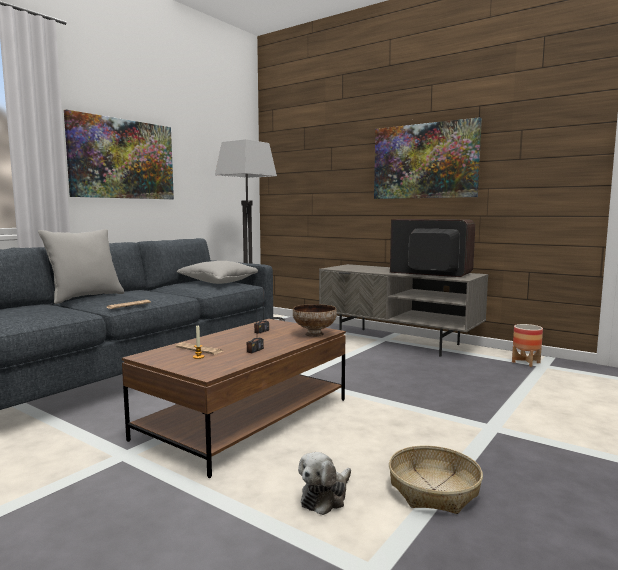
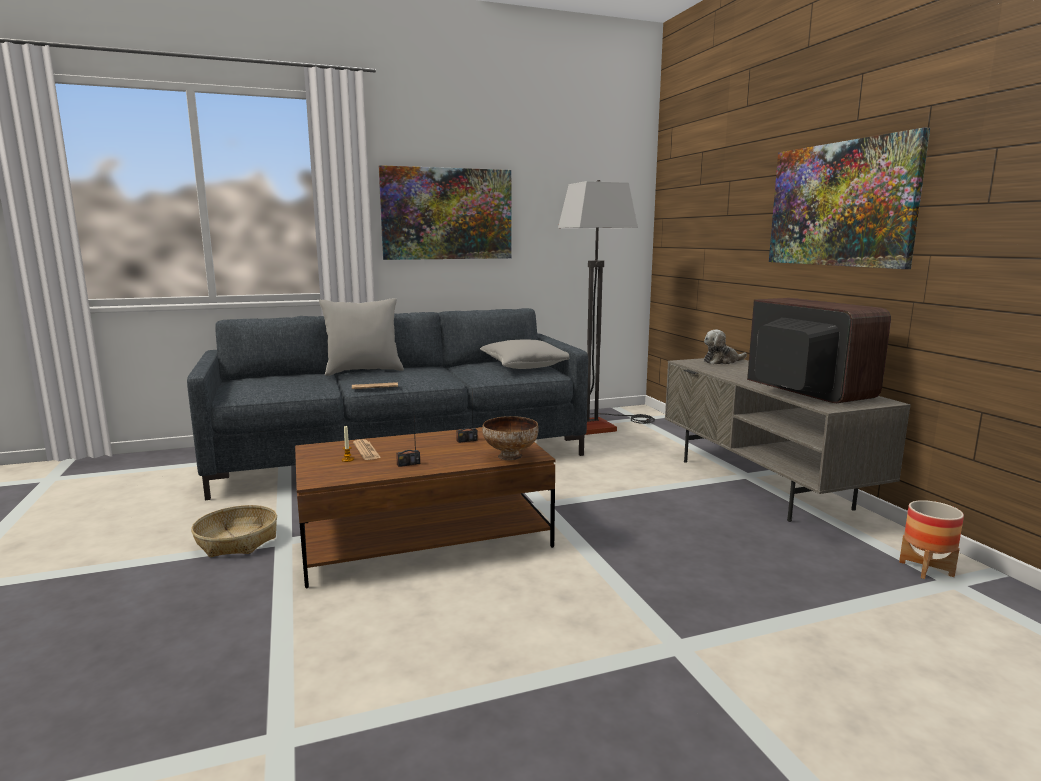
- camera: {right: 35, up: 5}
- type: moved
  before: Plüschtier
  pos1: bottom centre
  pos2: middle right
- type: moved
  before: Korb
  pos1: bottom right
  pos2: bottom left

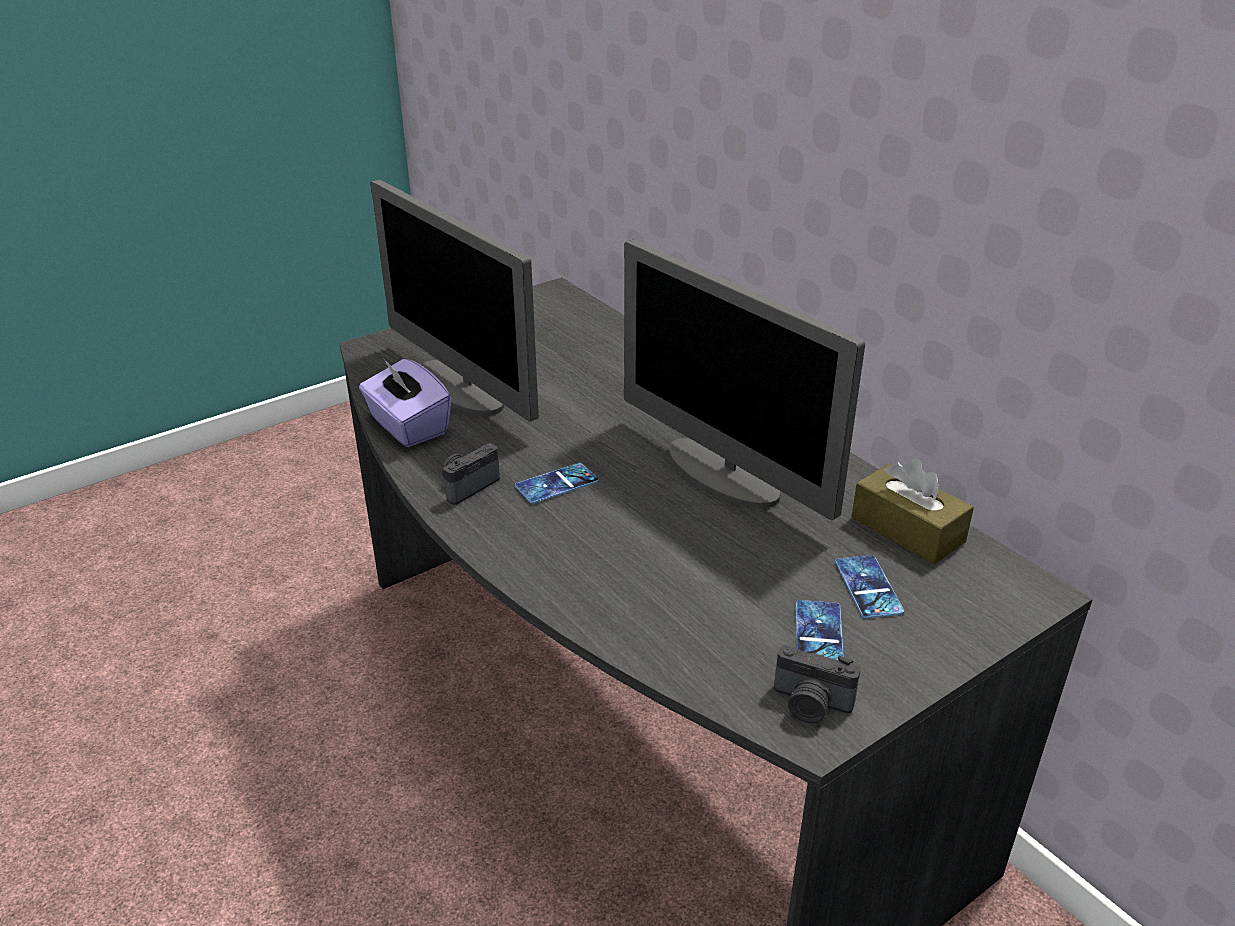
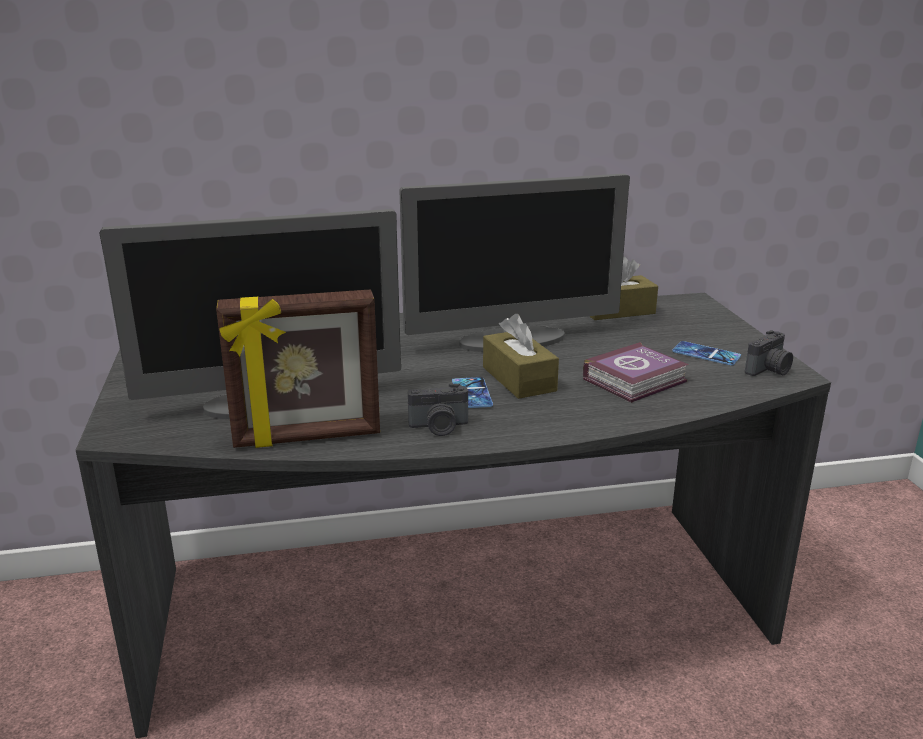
- camera: {right: -65, up: -10}
- type: removed
  before: Handy (3rd from left)
  pos1: middle right
- type: added
  after: Taschentuchbox/braun (1st from left)
  pos2: centre
- type: added
  after: Buch
  pos2: middle right
- type: replaced
  before: Taschentuchbox/lila
  after: Bilderrahmen
  pos1: middle left
  pos2: middle left
- type: turned
  before: Kamera (1st from left)
  pos1: centre
  pos2: centre
  turn: -75

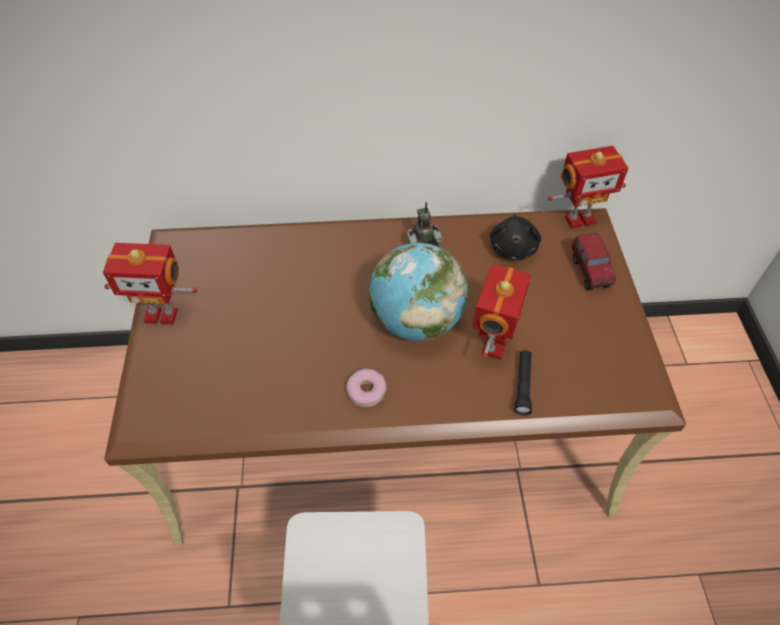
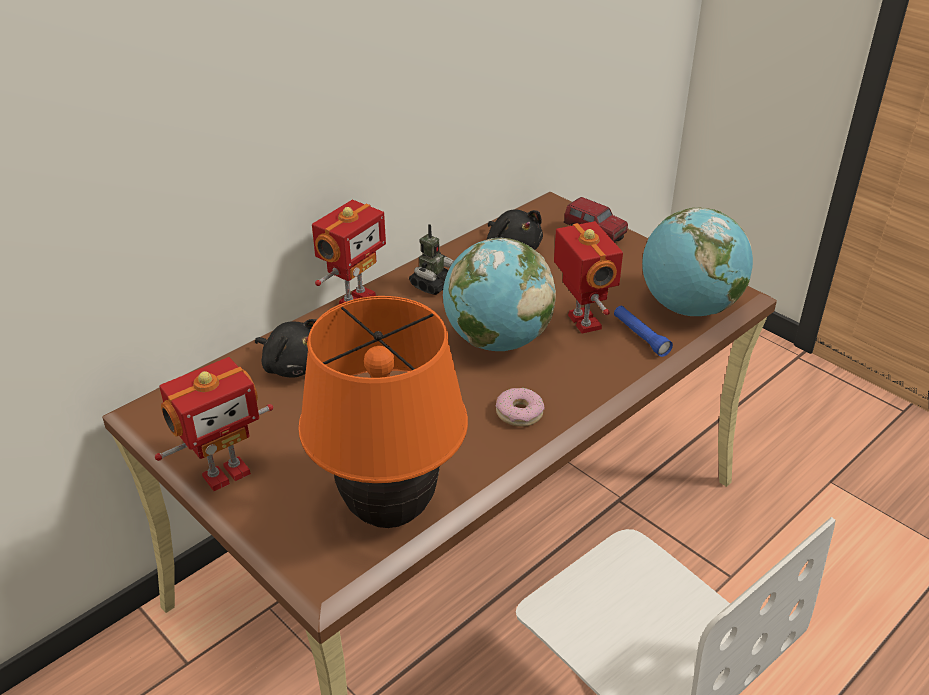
- camera: {right: -40, up: -15}
- type: added
  after: Plüschtier/schwarz (1st from left)
  pos2: middle left
- type: added
  after: Tischlampe/orange
  pos2: centre
- type: added
  after: Globus (2nd from left)
  pos2: middle right
- type: moved
  before: Spielzeugroboter (4th from left in the first image)
  after: Spielzeugroboter (2nd from left)
  pos1: top right
  pos2: centre
- type: recoloured
  before: Taschenlampe/schwarz
  after: Taschenlampe/blau
  pos1: middle right
  pos2: middle right

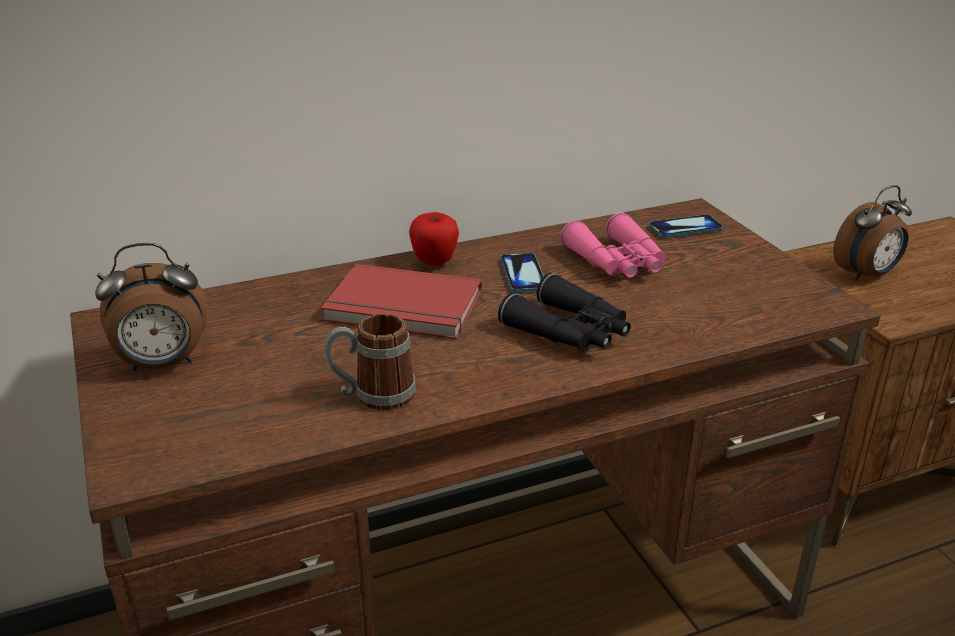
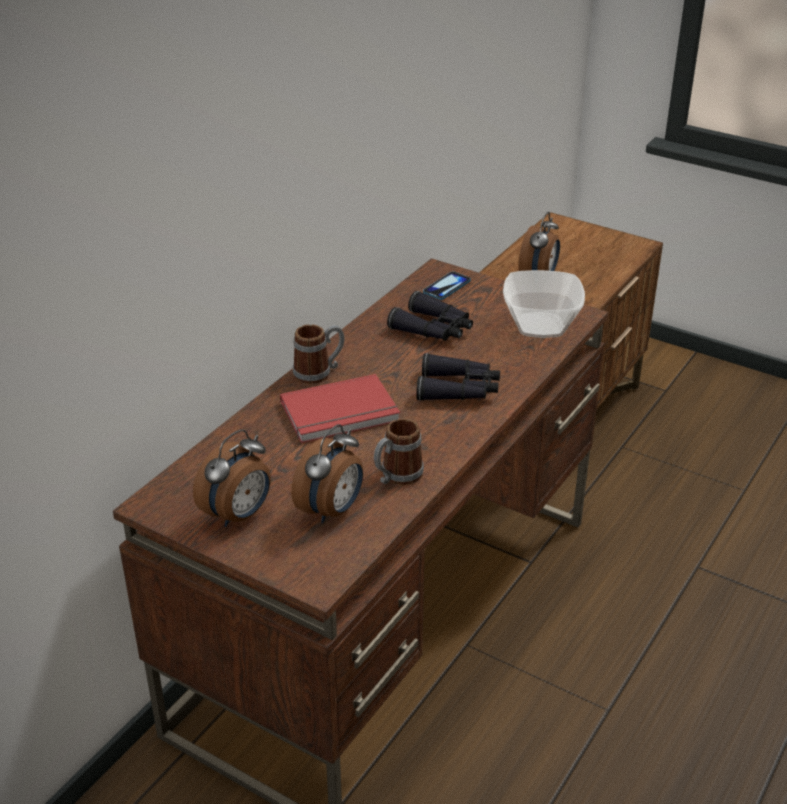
- camera: {right: -35, up: 5}
- type: removed
  before: Handy (1st from left)
  pos1: centre
- type: added
  after: Wecker (2nd from left)
  pos2: centre
- type: added
  after: Schüssel
  pos2: middle right
- type: replaced
  before: Apfel
  after: Henkelbecher (1st from left)
  pos1: centre
  pos2: centre
- type: recoloured
  before: Fernglas/rosa
  after: Fernglas/schwarz (1st from left)
  pos1: centre
  pos2: centre

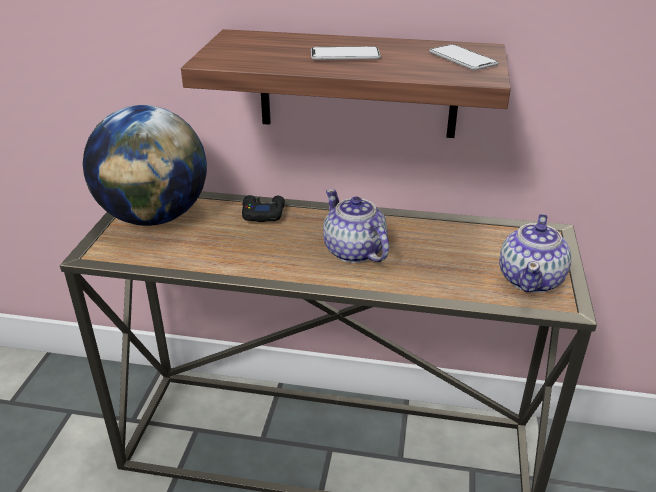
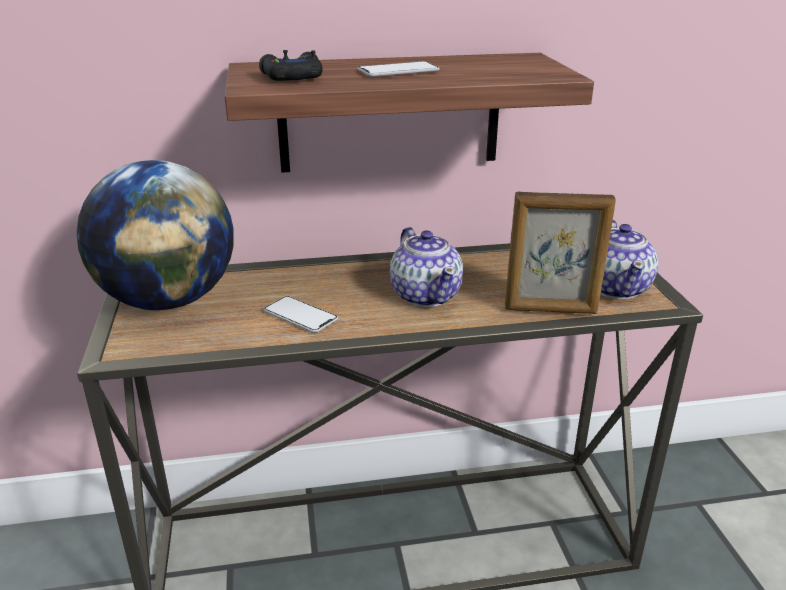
- camera: {right: -20, up: -5}
- type: added
  after: Bilderrahmen
  pos2: middle right
- type: moved
  before: Gamepad/schwarz
  pos1: centre
  pos2: top centre
- type: moved
  before: Handy (2nd from left in the first image)
  after: Handy (1st from left)
  pos1: top right
  pos2: centre
- type: turned
  before: Teekanne (1st from left)
  pos1: centre
  pos2: centre
  turn: -150

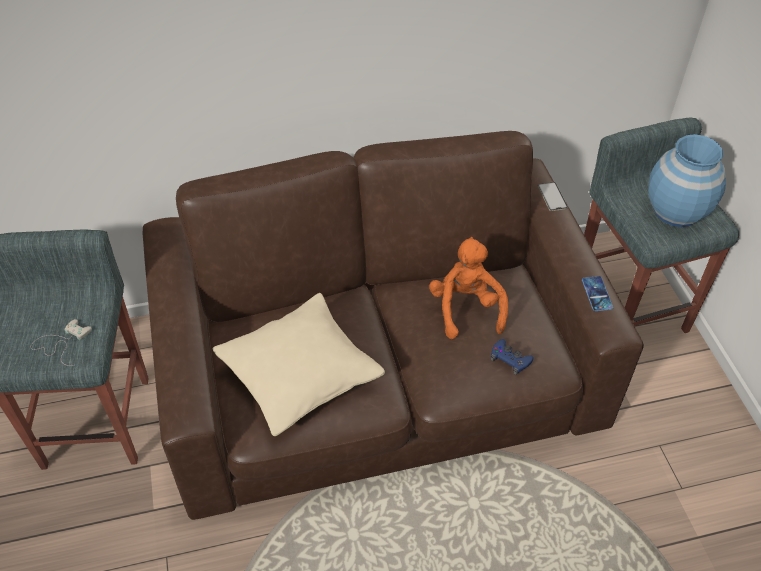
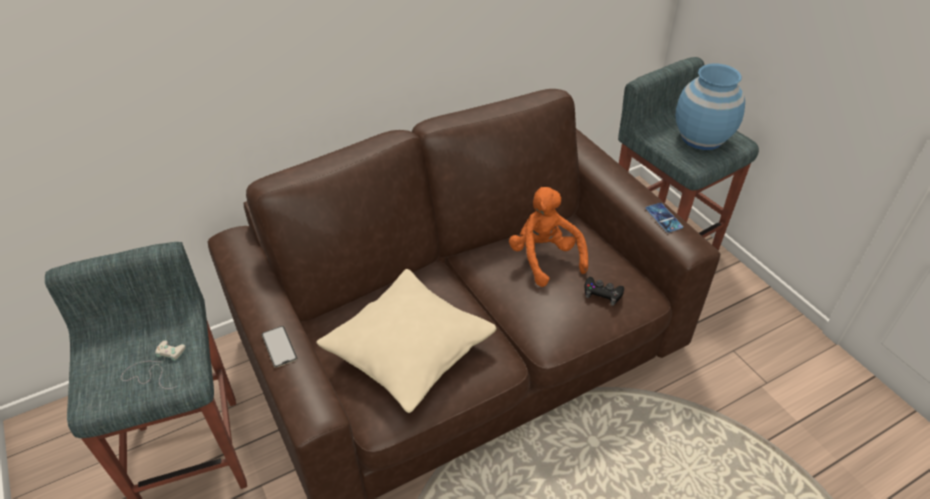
- camera: {right: -15, up: -5}
- type: moved
  before: Handy (1st from left)
  pos1: middle right
  pos2: bottom left
- type: recoloured
  before: Gamepad/blau
  after: Gamepad/schwarz
  pos1: middle right
  pos2: centre

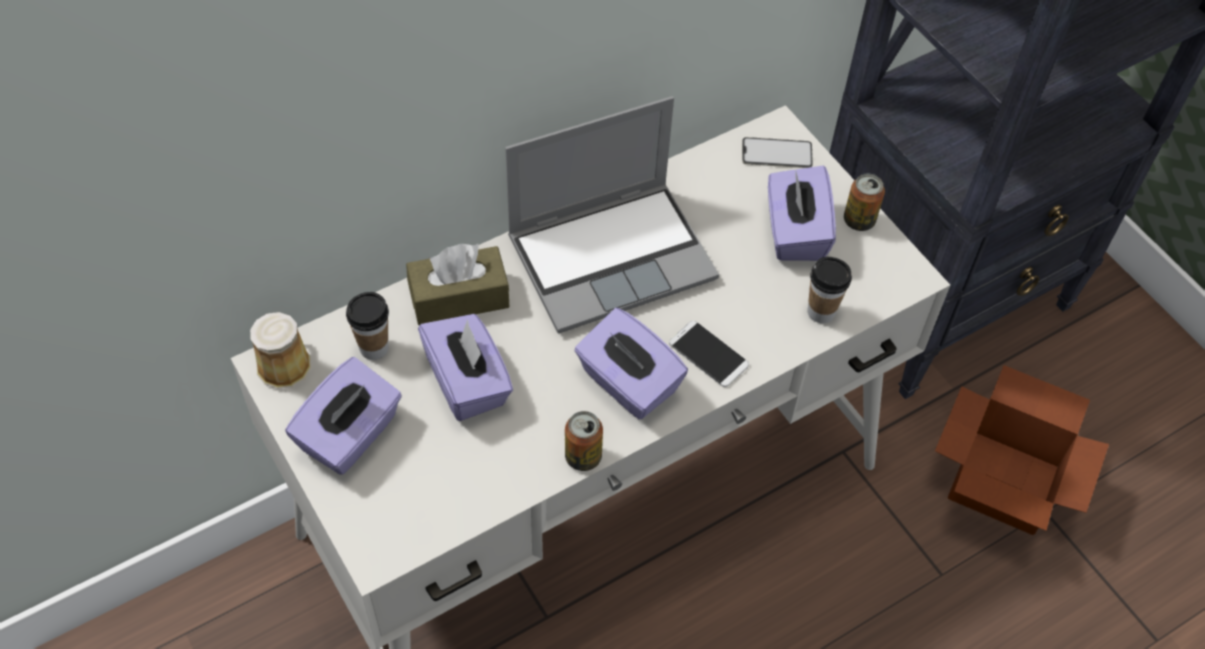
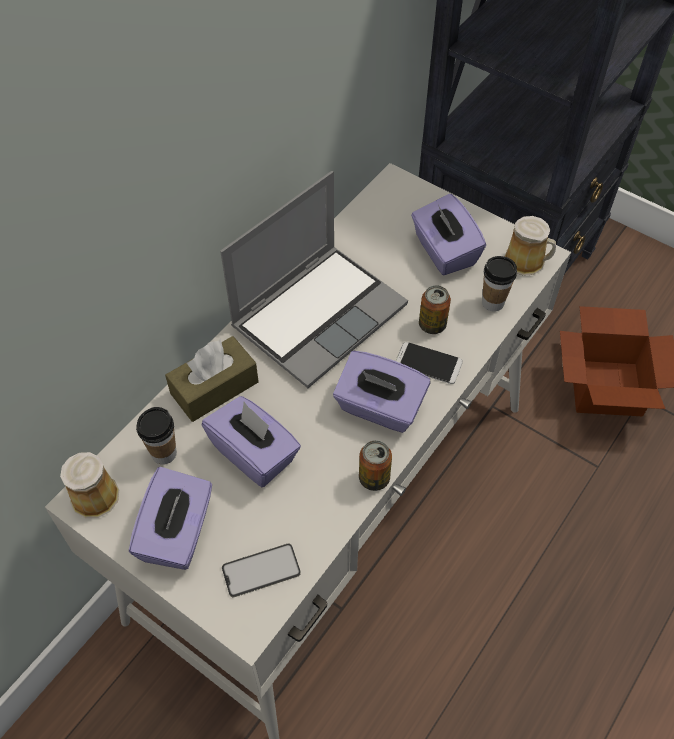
- camera: {right: -20, up: 0}
- type: added
  after: Henkelbecher (2nd from left)
  pos2: top right
- type: moved
  before: Handy (2nd from left in the first image)
  after: Handy (1st from left)
  pos1: top centre
  pos2: bottom centre
- type: moved
  before: Dose (2nd from left)
  pos1: top right
  pos2: centre

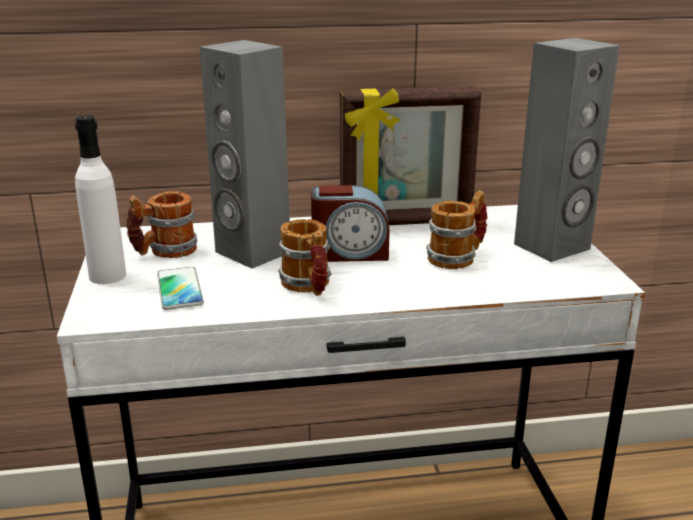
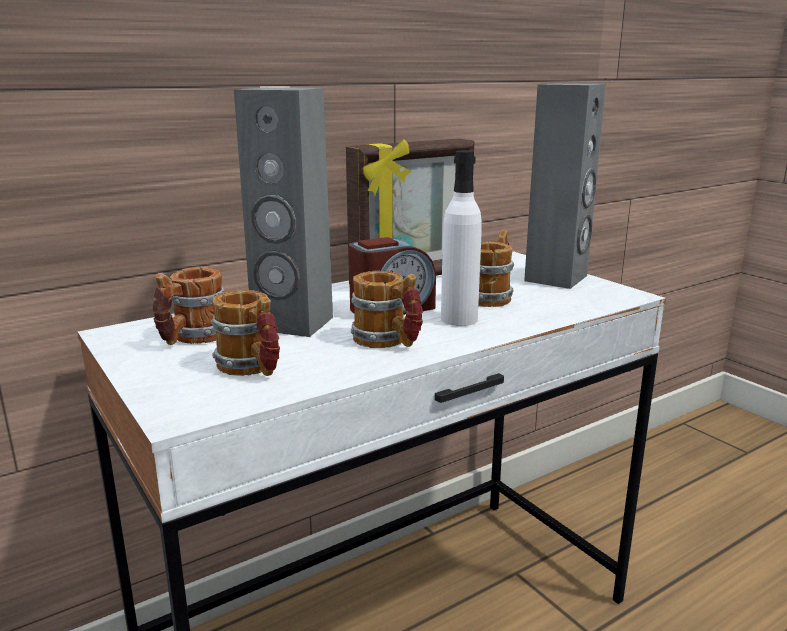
- camera: {right: -25, up: -5}
- type: moved
  before: Flasche/weiß
  pos1: middle left
  pos2: centre
- type: replaced
  before: Handy
  after: Henkelbecher (2nd from left)
  pos1: middle left
  pos2: middle left

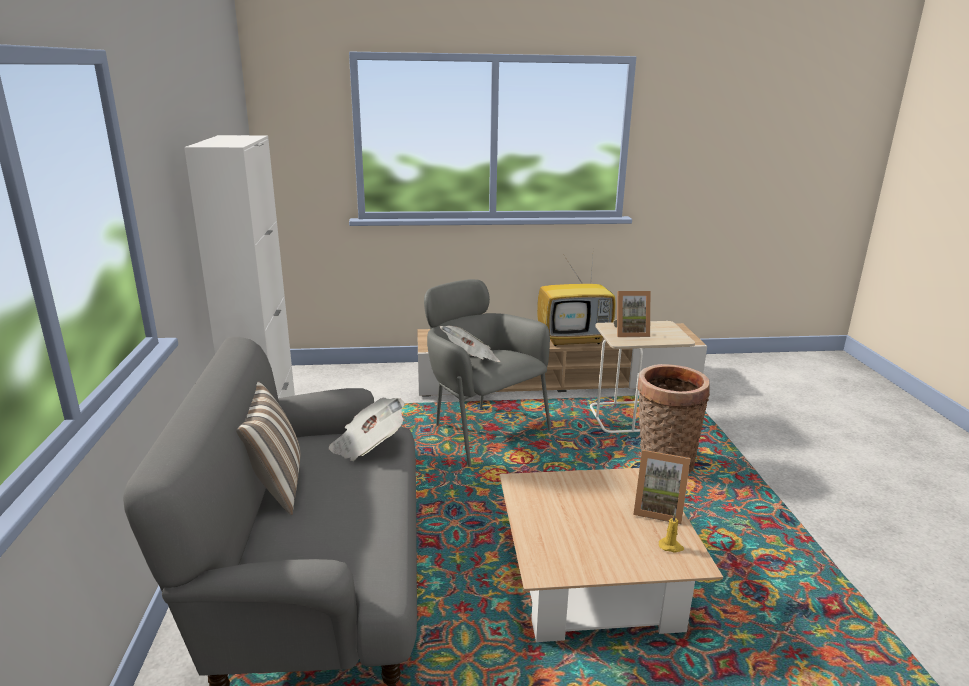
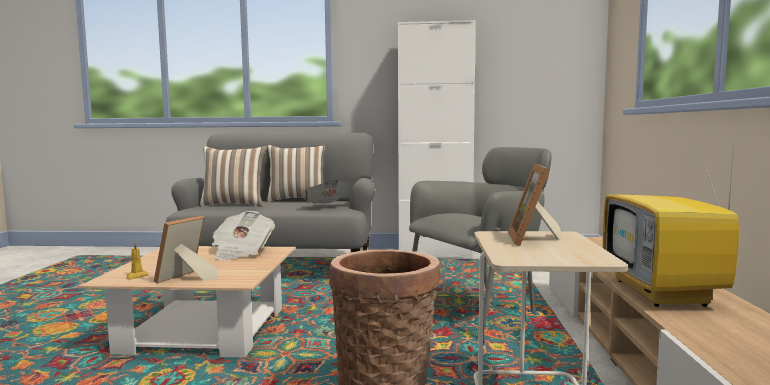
- camera: {right: 100, up: -15}
- type: added
  after: Kissen (1st from left)
  pos2: middle left
- type: moved
  before: Zeitung (2nd from left in the first image)
  after: Zeitung (1st from left)
  pos1: centre
  pos2: middle left

